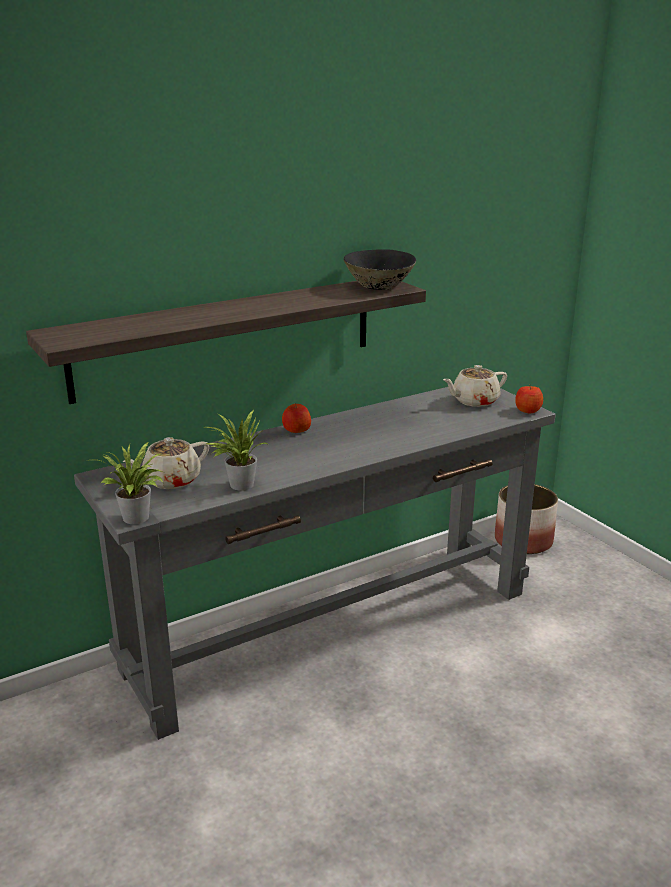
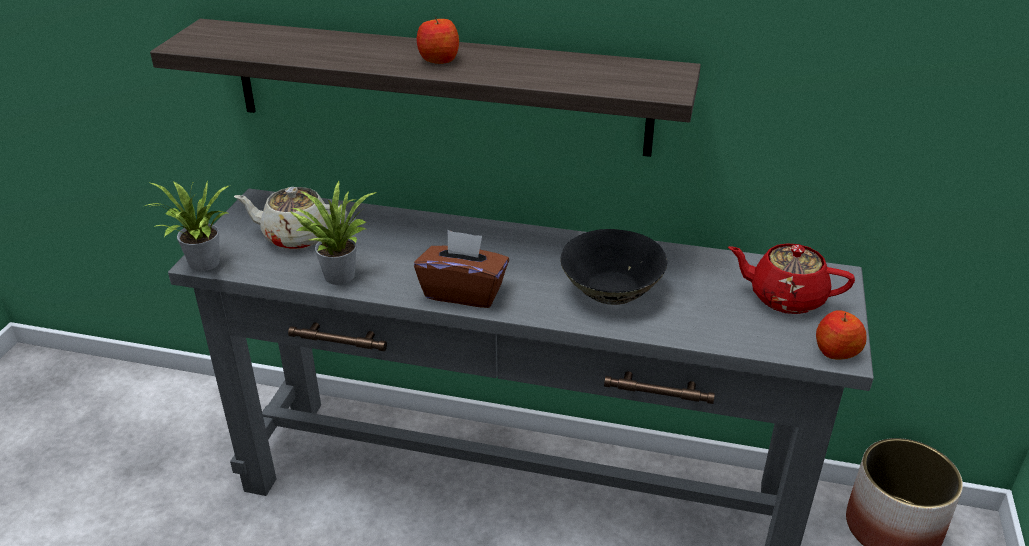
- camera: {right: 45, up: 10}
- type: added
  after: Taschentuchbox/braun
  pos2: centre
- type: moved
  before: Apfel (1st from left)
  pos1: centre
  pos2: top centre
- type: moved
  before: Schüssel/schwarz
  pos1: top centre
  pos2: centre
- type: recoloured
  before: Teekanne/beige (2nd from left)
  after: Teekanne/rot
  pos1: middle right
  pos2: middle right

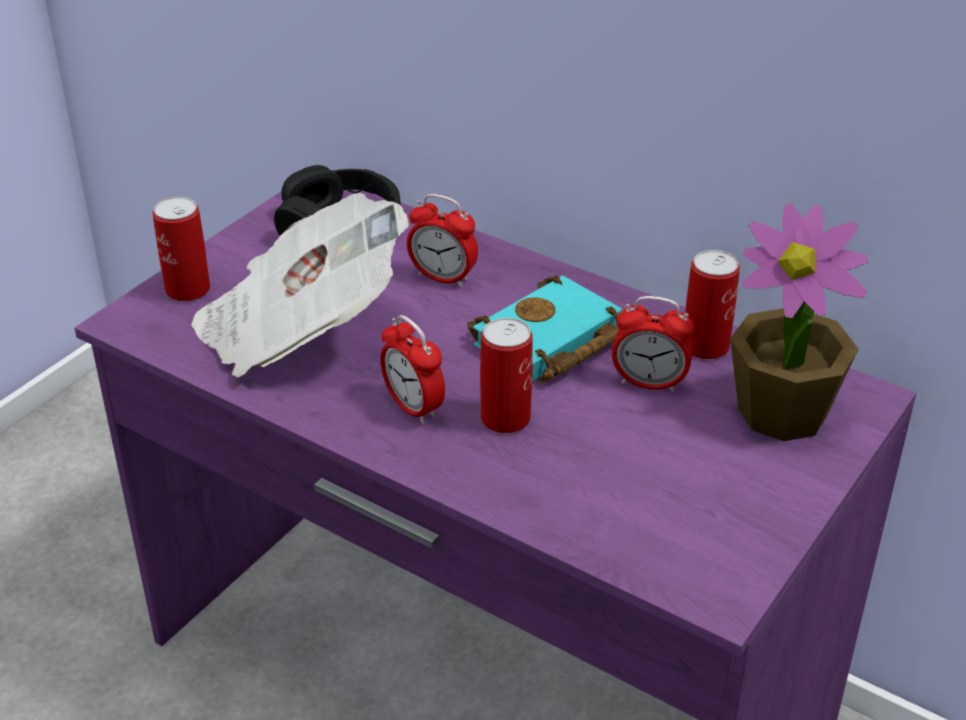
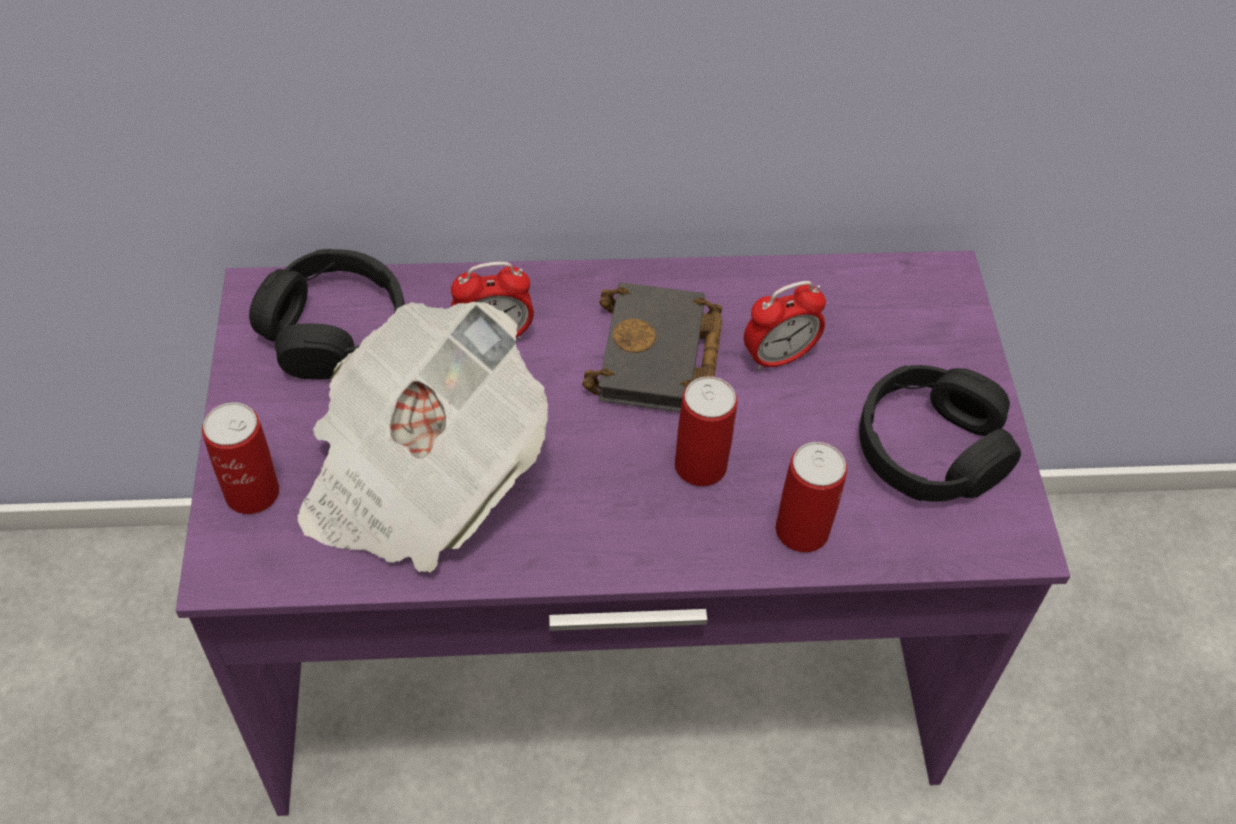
- camera: {right: -40, up: 15}
- type: removed
  before: Wecker (1st from left)
  pos1: centre
- type: removed
  before: Topfpflanze
  pos1: middle right
- type: added
  after: Kopfhörer/schwarz (2nd from left)
  pos2: middle right
- type: moved
  before: Dose (3rd from left)
  pos1: middle right
  pos2: centre
- type: recoloured
  before: Buch/türkis
  after: Buch/schwarz
  pos1: centre
  pos2: centre

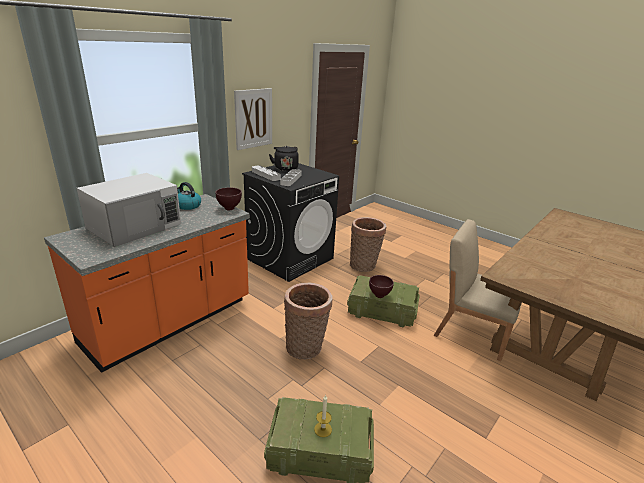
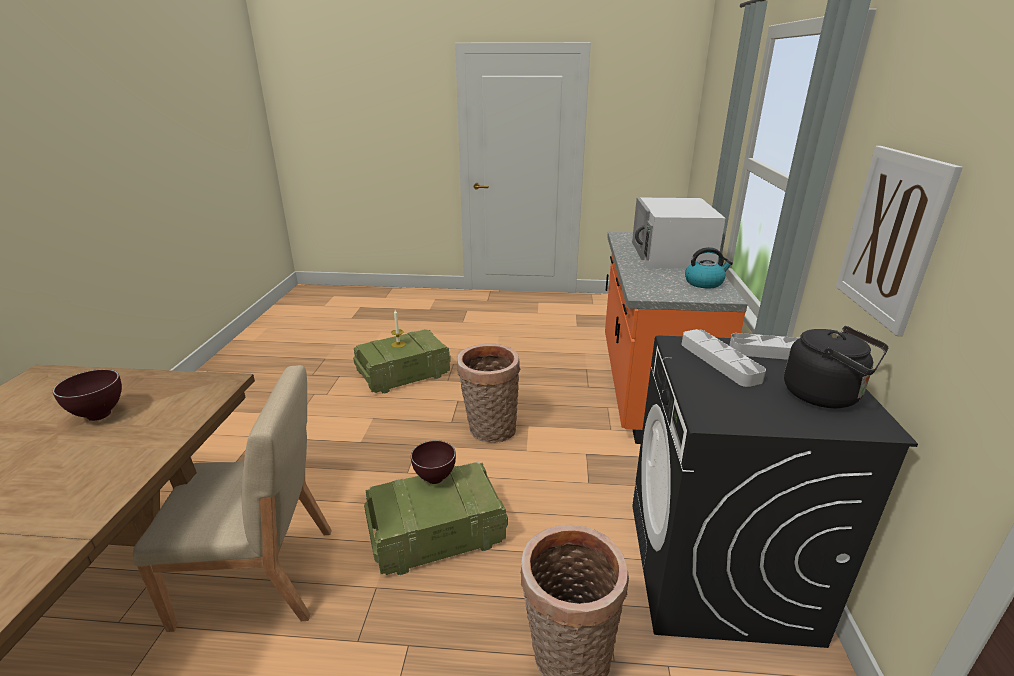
- camera: {right: 145, up: 0}
- type: moved
  before: Schüssel/braun (1st from left)
  pos1: centre
  pos2: middle left

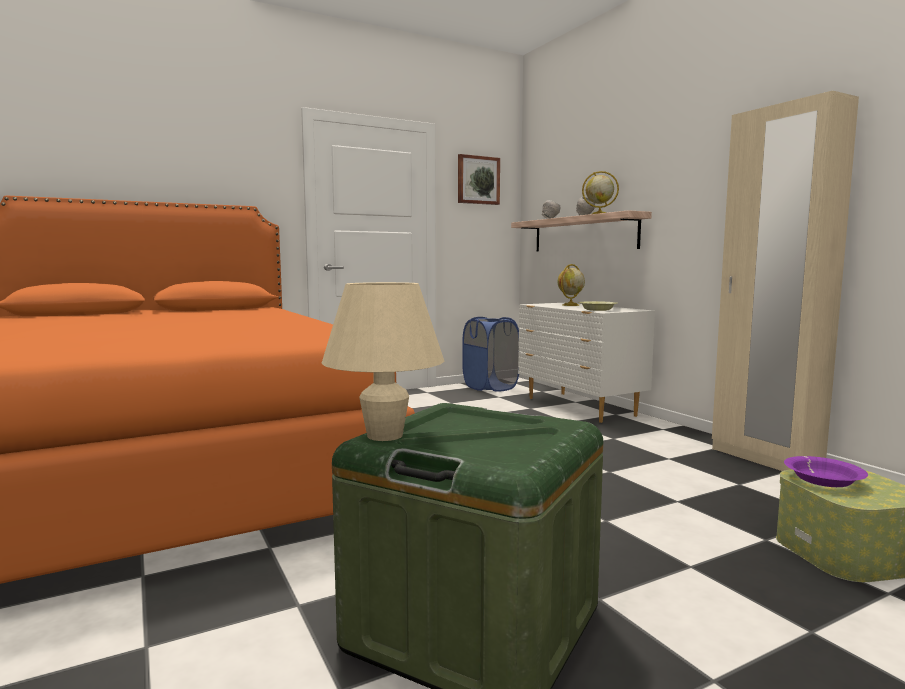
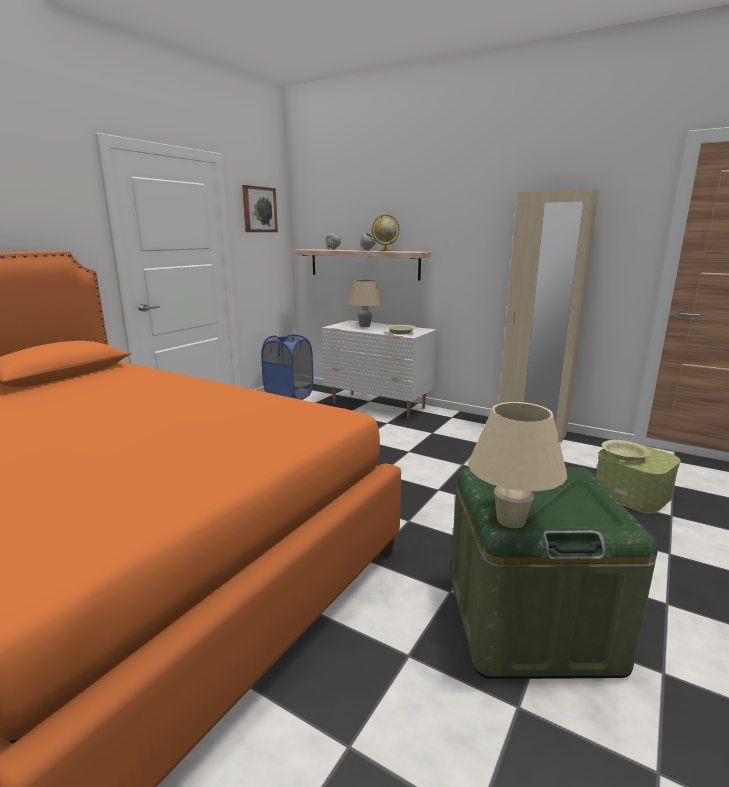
- camera: {right: -30, up: 10}
- type: replaced
  before: Globus (1st from left)
  after: Tischlampe/beige (1st from left)
  pos1: centre
  pos2: centre
- type: recoloured
  before: Schüssel/lila
  after: Schüssel/gelb (2nd from left)
  pos1: bottom right
  pos2: middle right

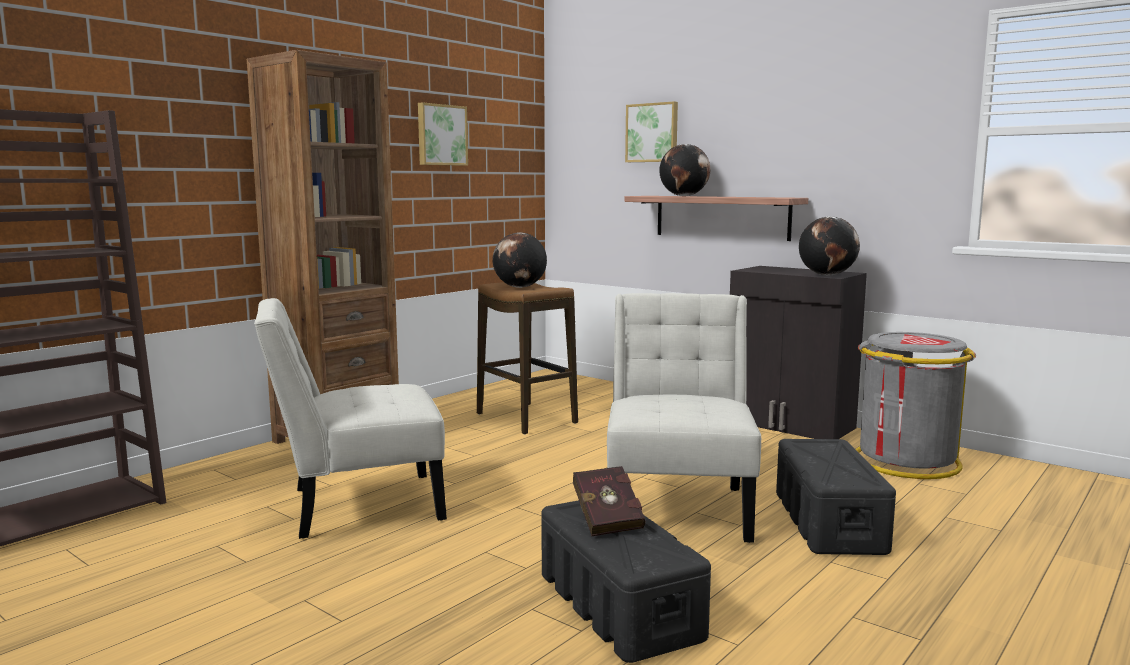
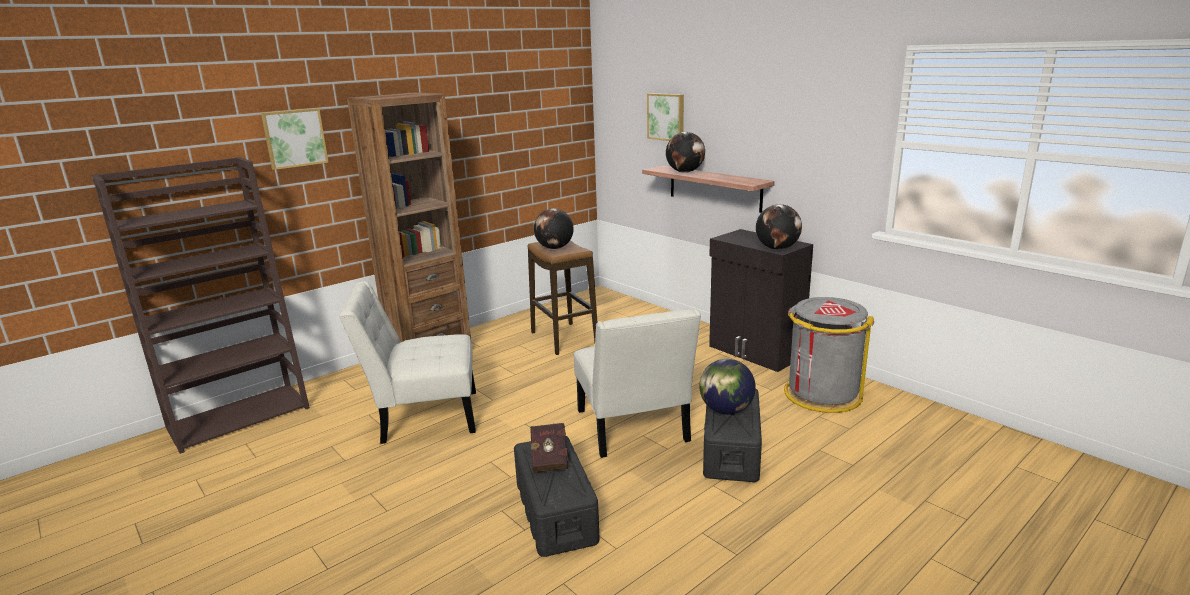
- camera: {right: 10, up: 10}
- type: added
  after: Globus (3rd from left)
  pos2: centre
- type: moved
  before: Bild (1st from left)
  pos1: top centre
  pos2: top left
- type: turned
  before: Stuhl/weiß (2nd from left)
  pos1: centre
  pos2: centre
  turn: 150

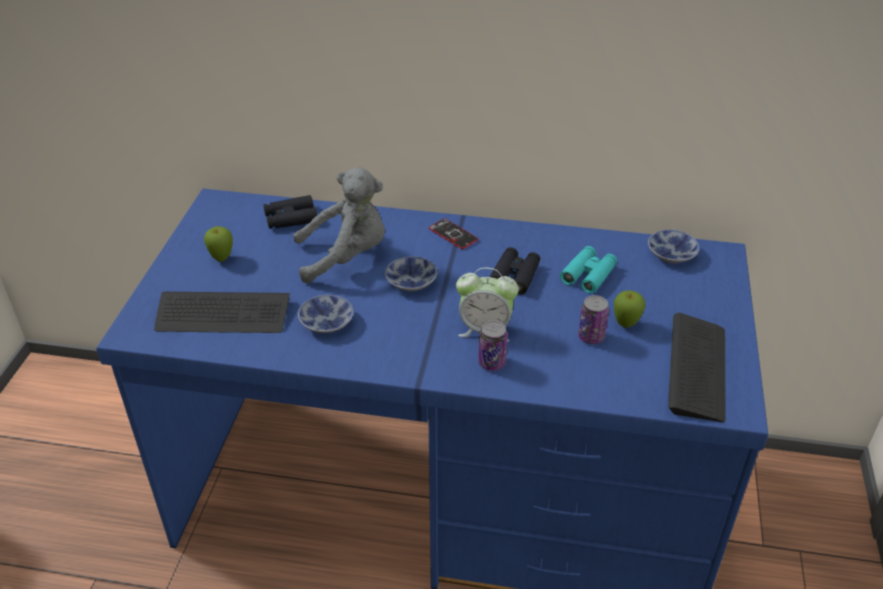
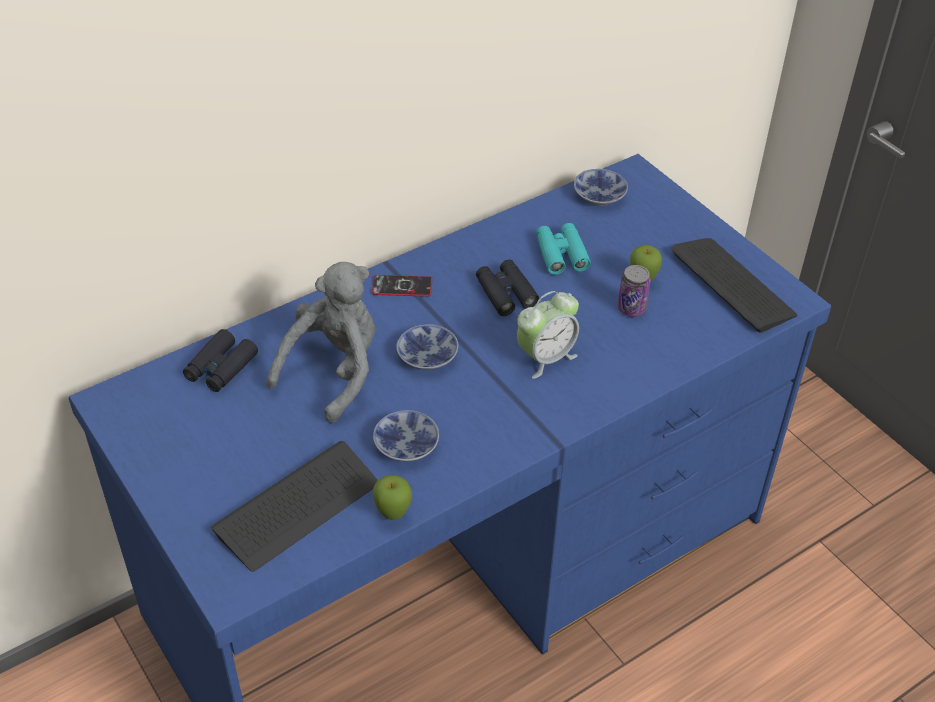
- camera: {right: -45, up: 5}
- type: removed
  before: Dose (1st from left)
  pos1: centre
- type: moved
  before: Apfel (1st from left)
  pos1: middle left
  pos2: bottom centre

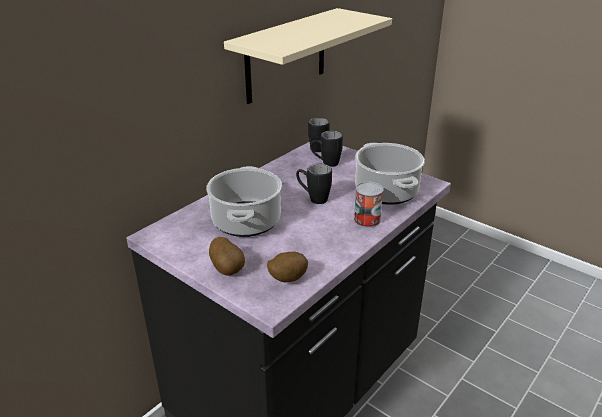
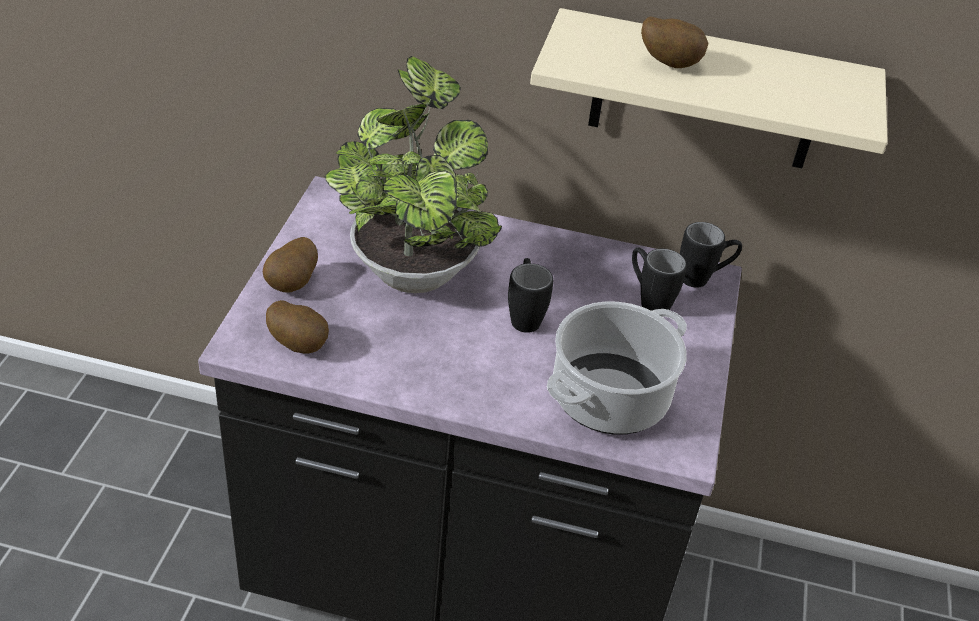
- camera: {right: 60, up: 10}
- type: removed
  before: Dose
  pos1: centre
- type: added
  after: Kartoffel (3rd from left)
  pos2: top right
- type: replaced
  before: Kochtopf (1st from left)
  after: Topfpflanze
  pos1: centre
  pos2: top centre

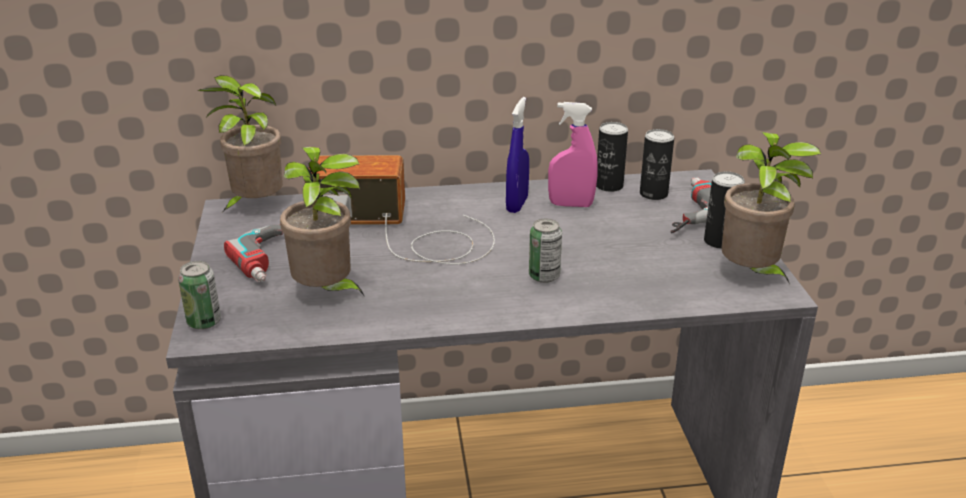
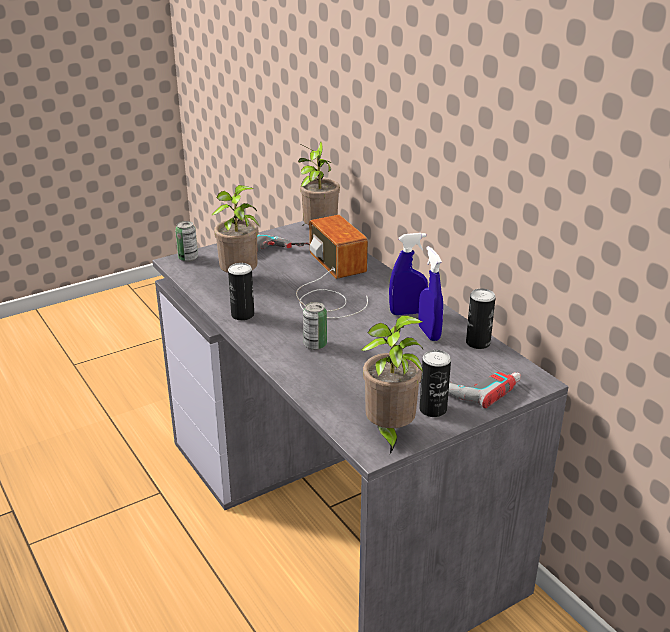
- camera: {right: 65, up: 0}
- type: moved
  before: Dose (4th from left in the first image)
  after: Dose (2nd from left)
  pos1: top right
  pos2: centre
- type: recoloured
  before: Sprühflasche/rosa
  after: Sprühflasche/blau (2nd from left)
  pos1: top centre
  pos2: centre

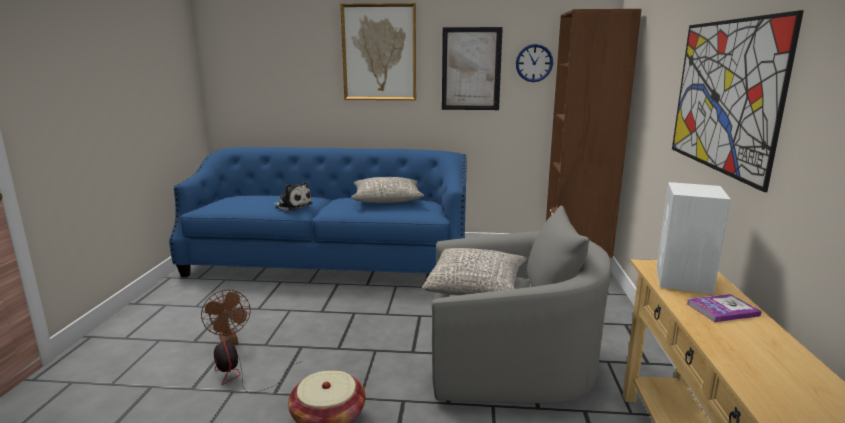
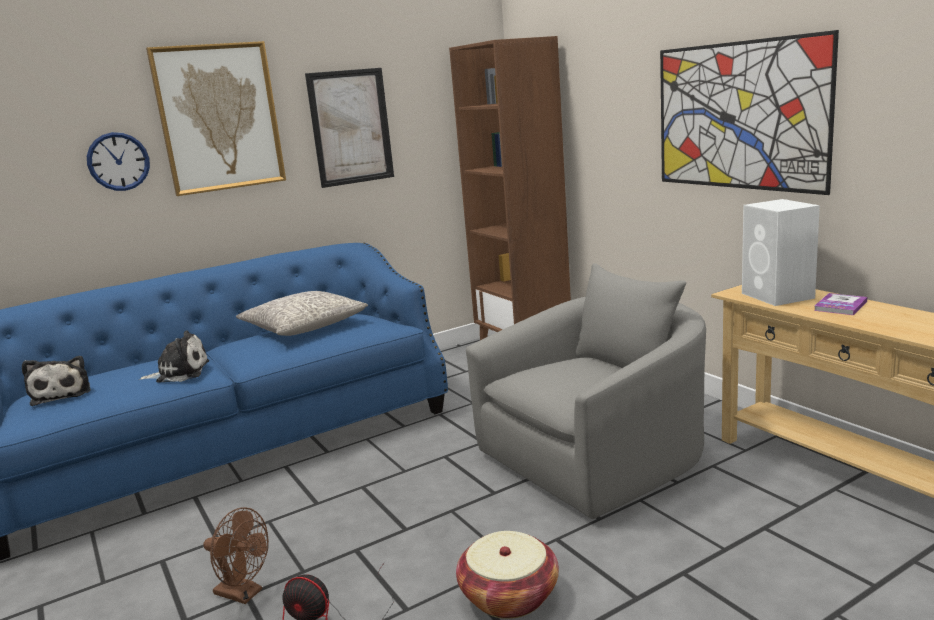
- camera: {right: -35, up: 0}
- type: removed
  before: Kissen/grau (2nd from left)
  pos1: centre
- type: added
  after: Plüschtier (1st from left)
  pos2: middle left
- type: moved
  before: Wanduhr
  pos1: top centre
  pos2: top left

